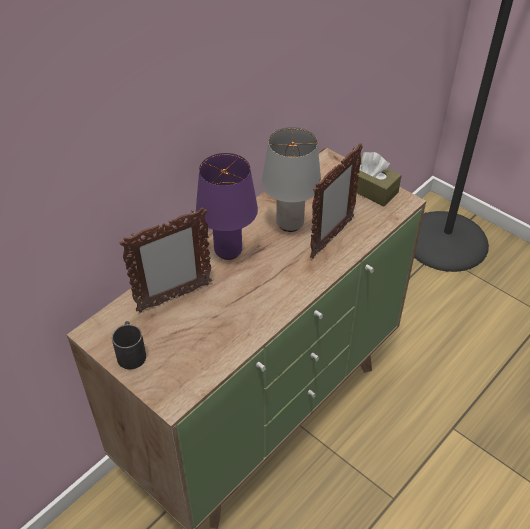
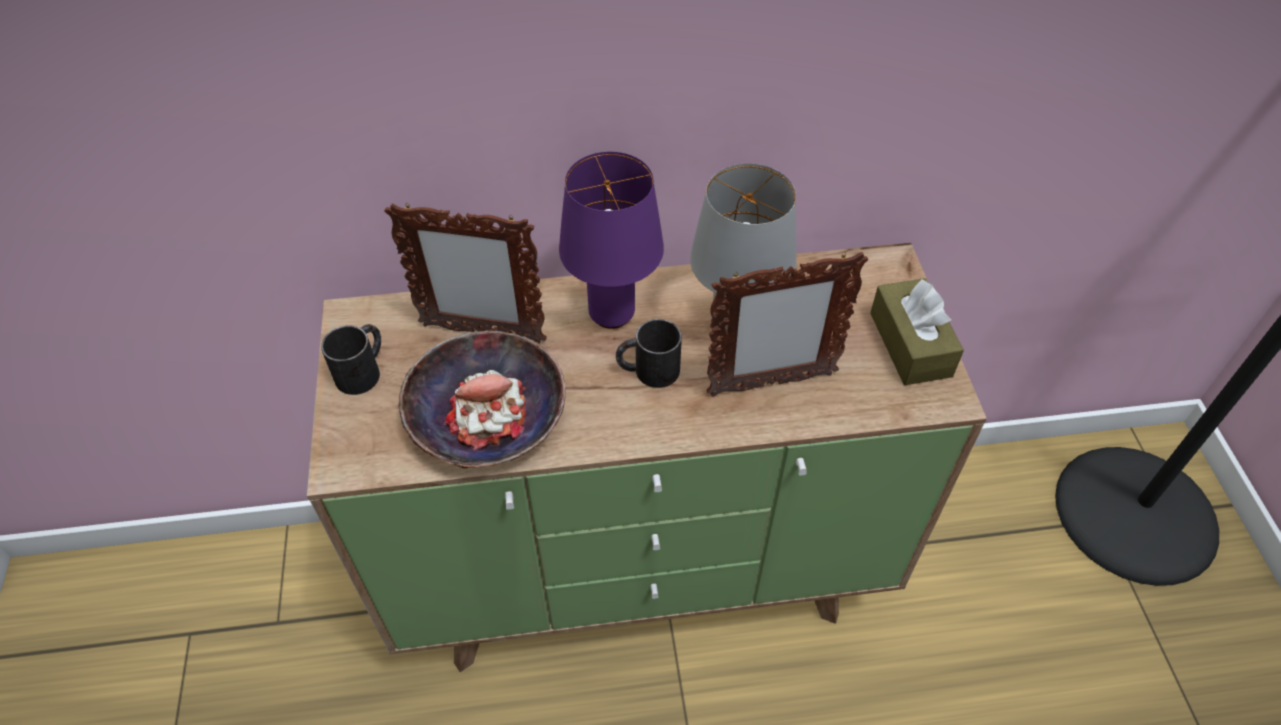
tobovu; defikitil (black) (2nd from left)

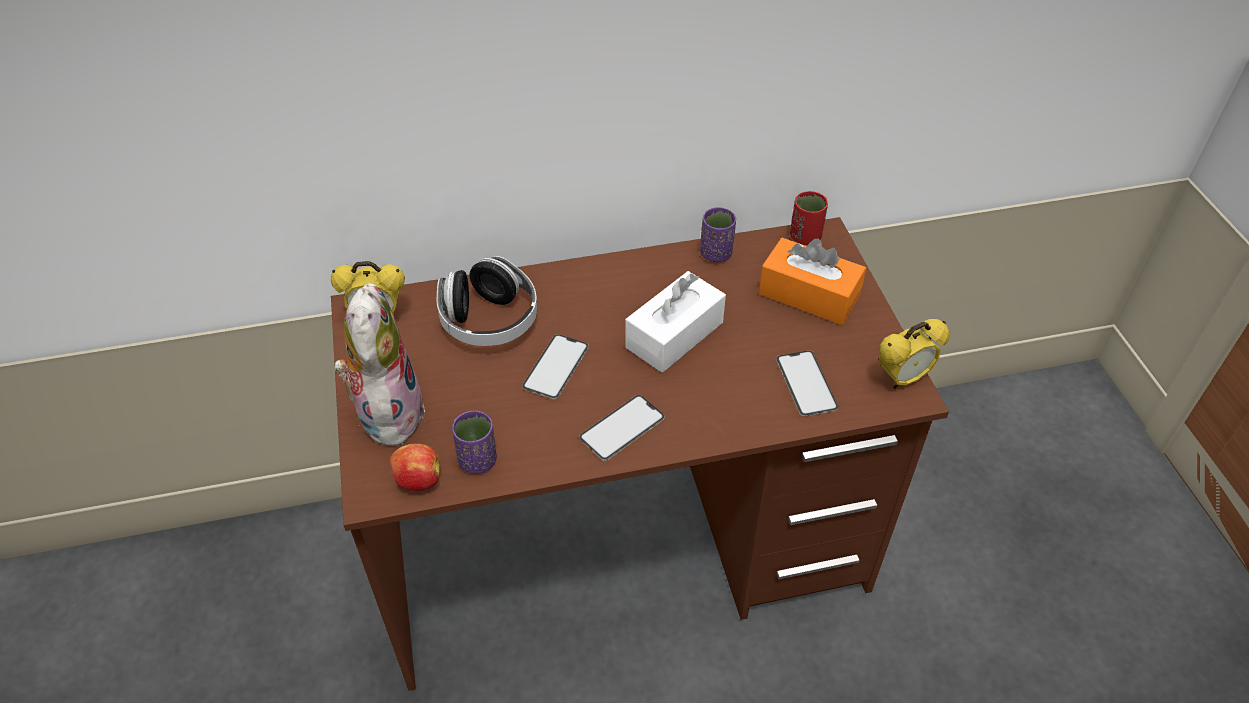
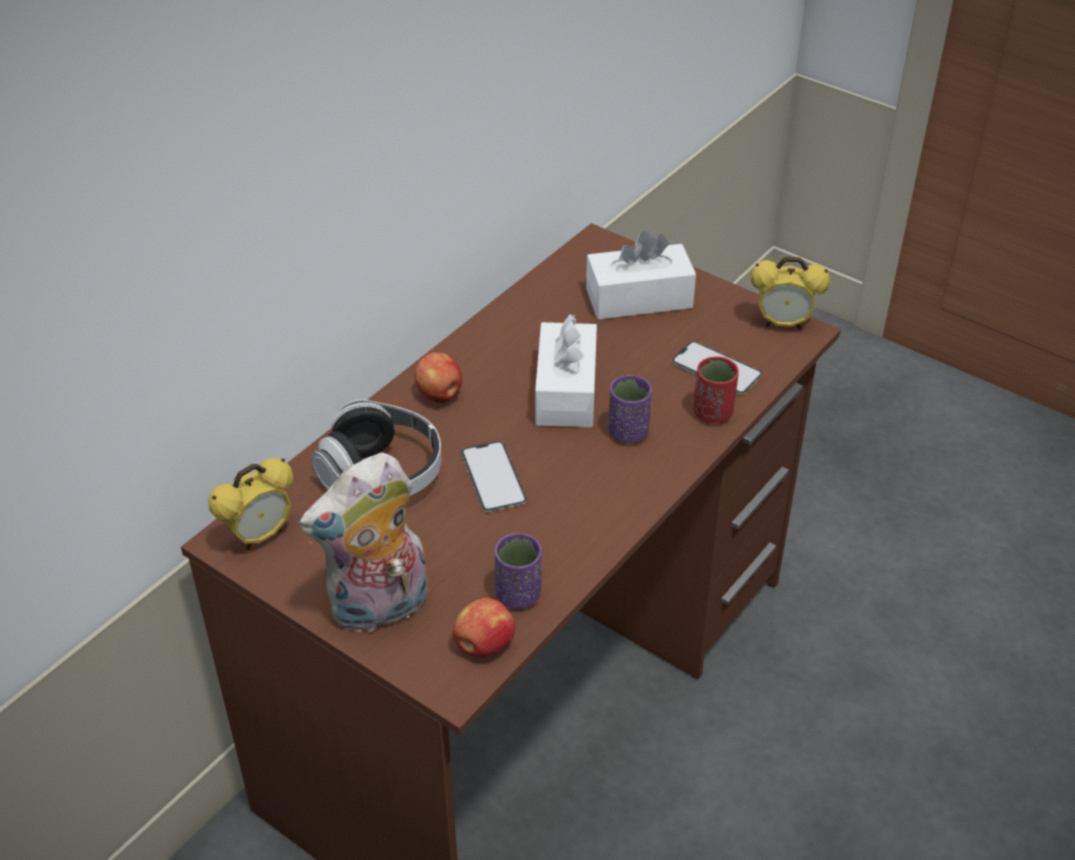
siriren (2nd from left in the first image); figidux (1st from left); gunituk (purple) (2nd from left); gunituk (red); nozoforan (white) (2nd from left); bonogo; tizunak (2nd from left)

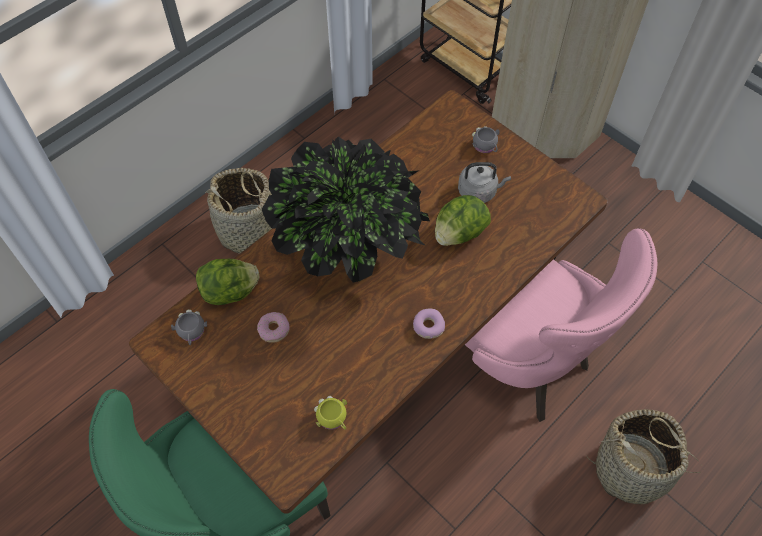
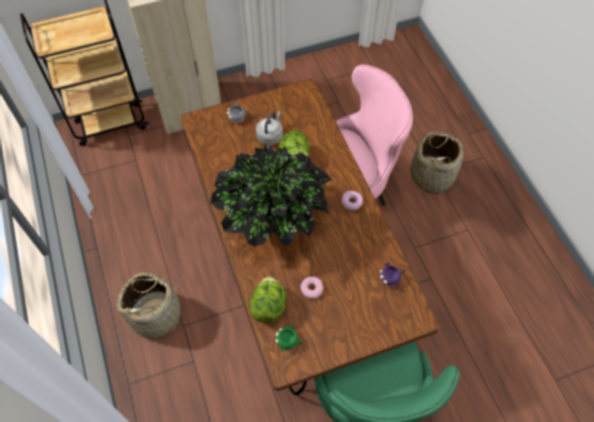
defikitil (green); defikitil (purple)

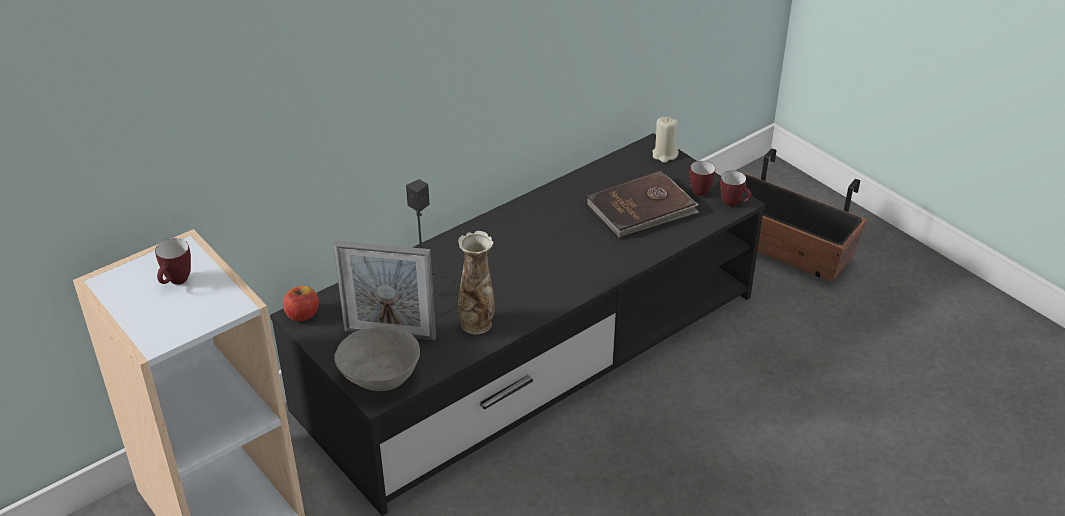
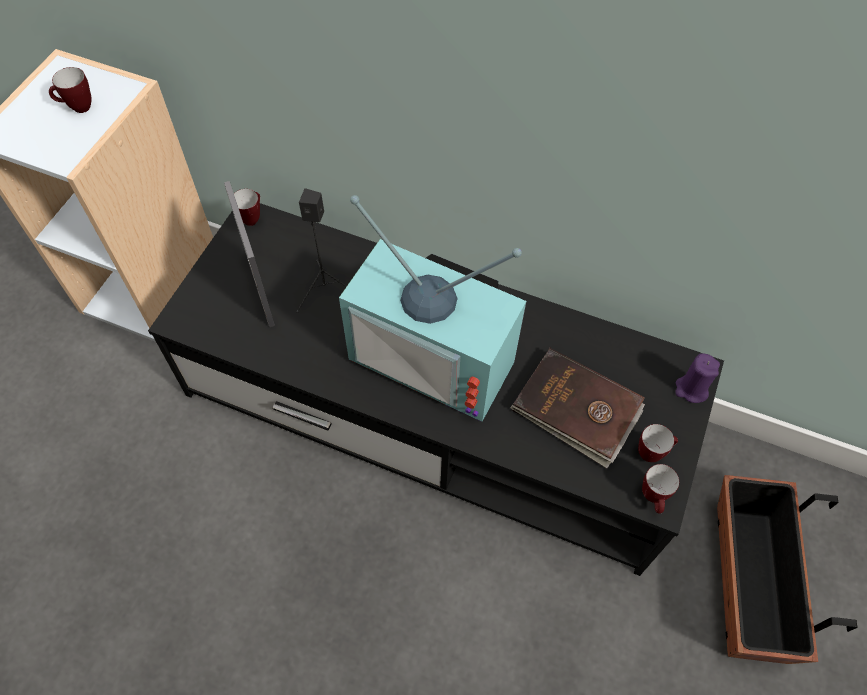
tobovu (grey); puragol; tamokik; defikitil (2nd from left); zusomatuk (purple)

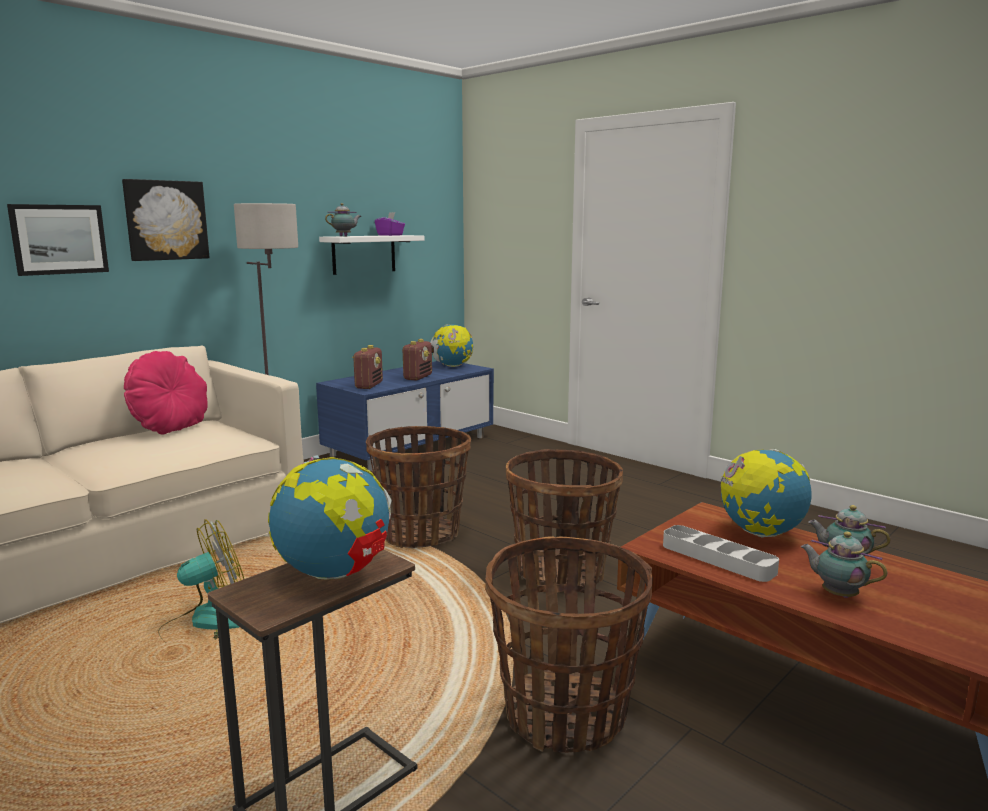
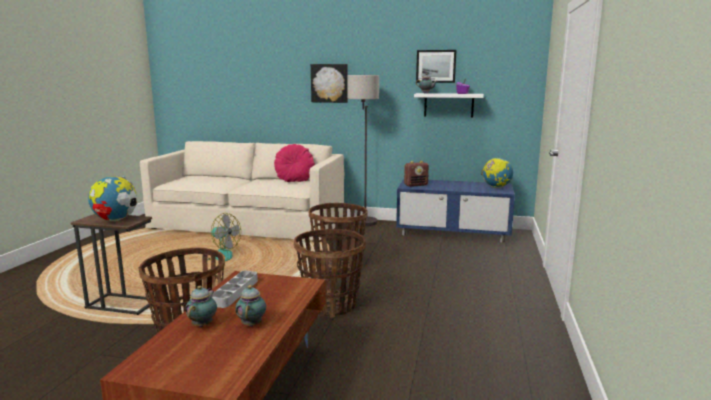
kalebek (2nd from left in the first image); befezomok (3rd from left in the first image); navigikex (2nd from left)

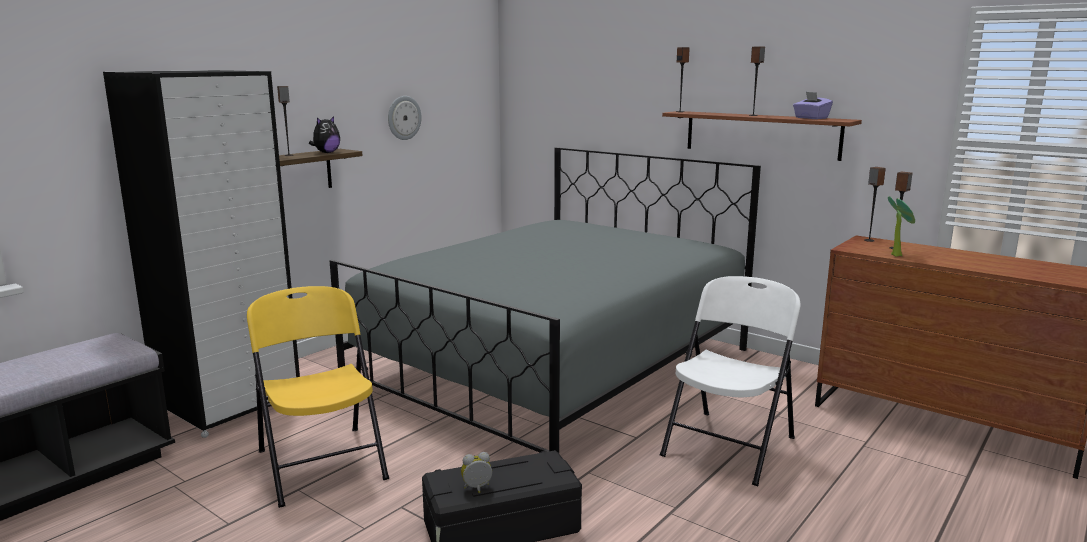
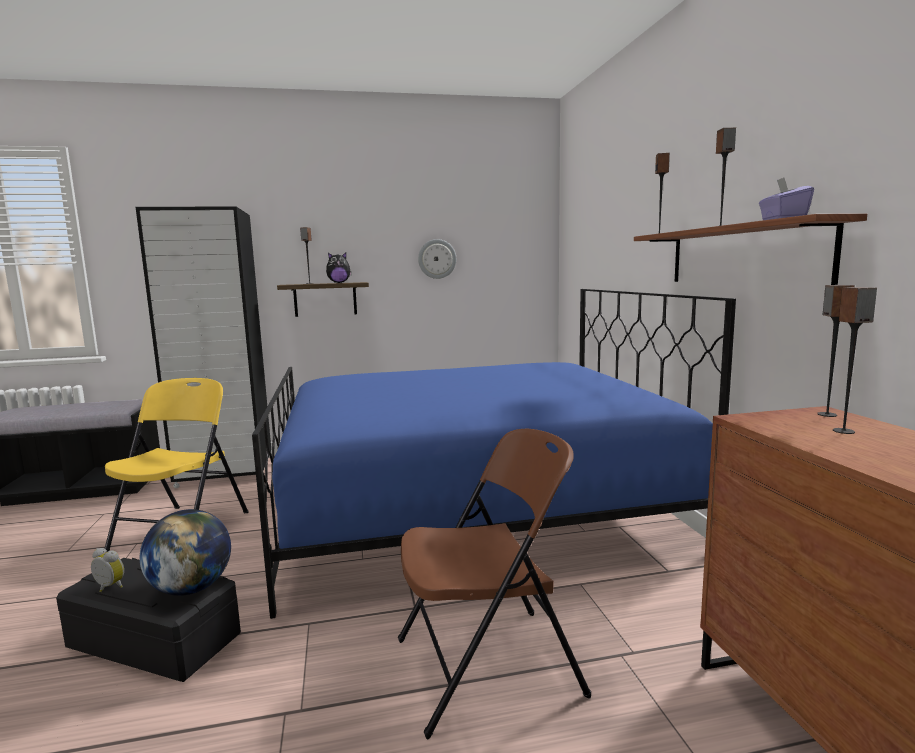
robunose; befezomok; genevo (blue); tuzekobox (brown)

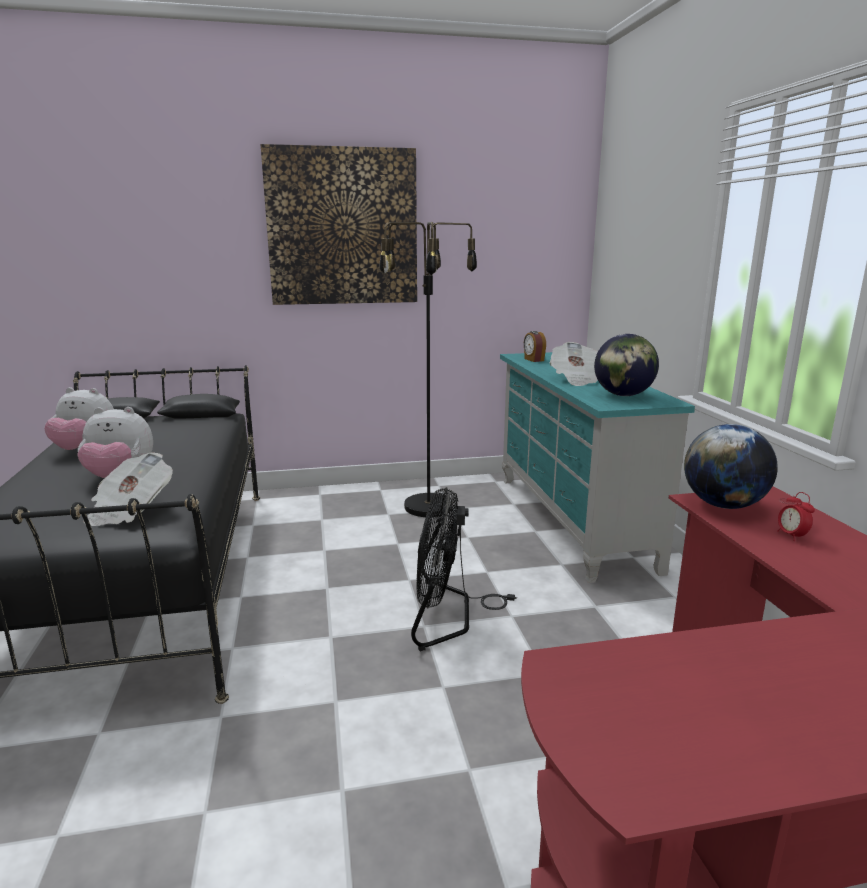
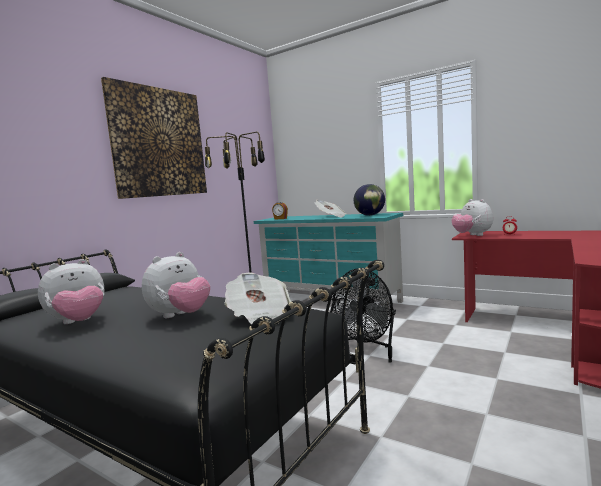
bonogo (3rd from left)

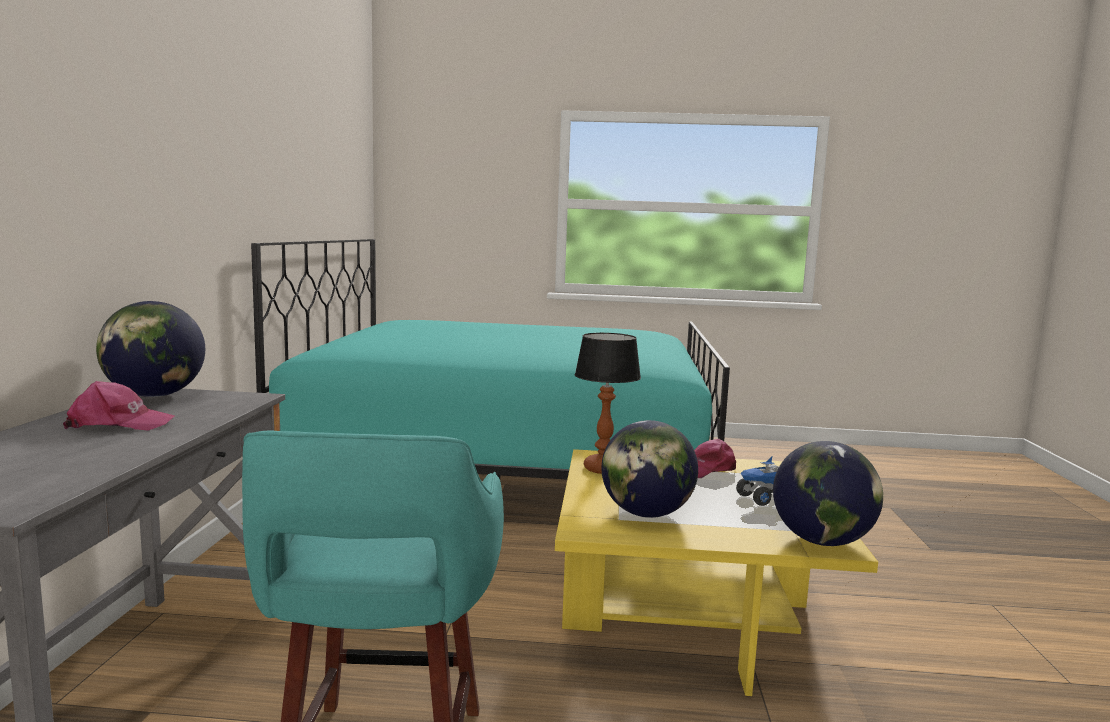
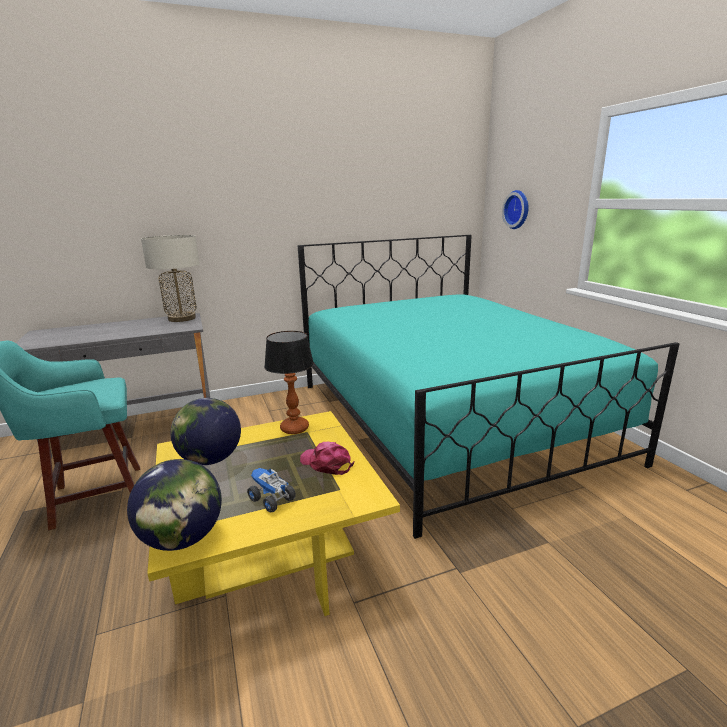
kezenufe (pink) (1st from left in the first image); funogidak; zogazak (1st from left)

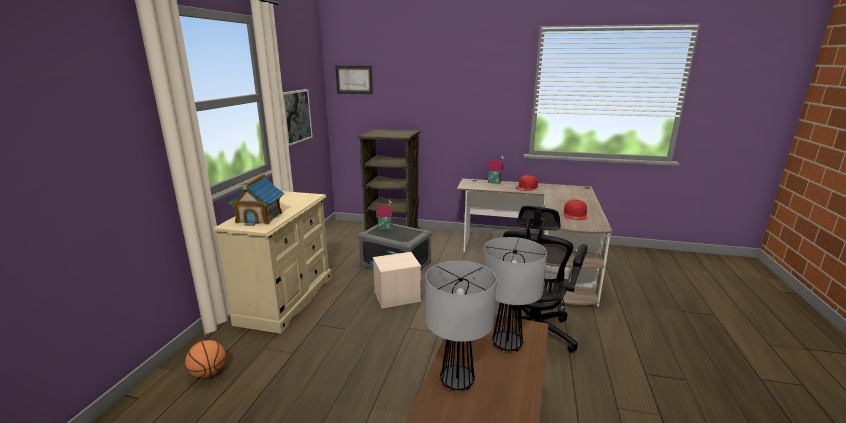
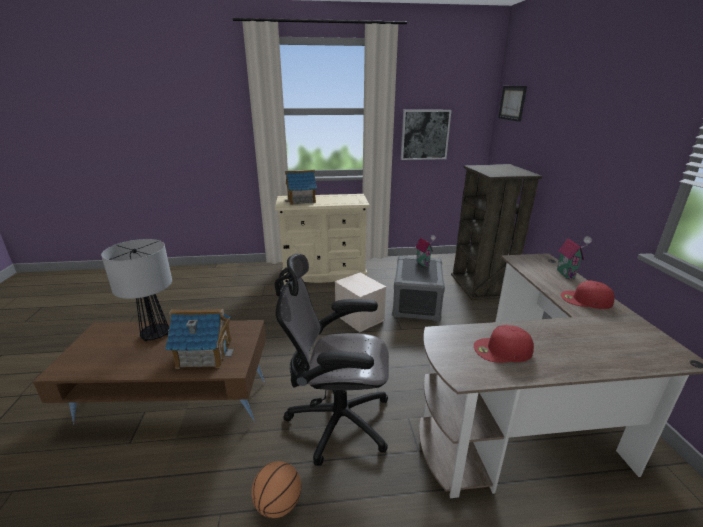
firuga; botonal (1st from left)

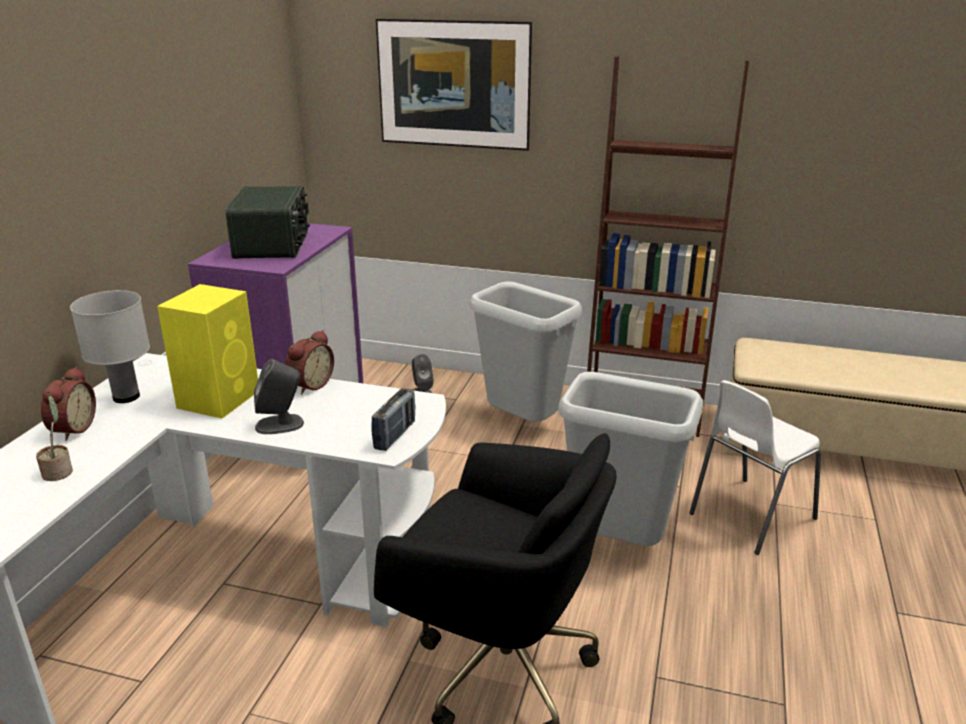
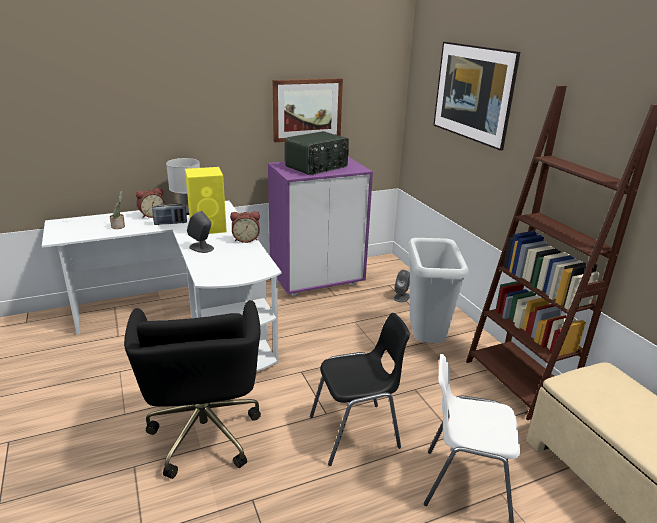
navigikex (1st from left); kalebek (1st from left); tuzekobox (black)

